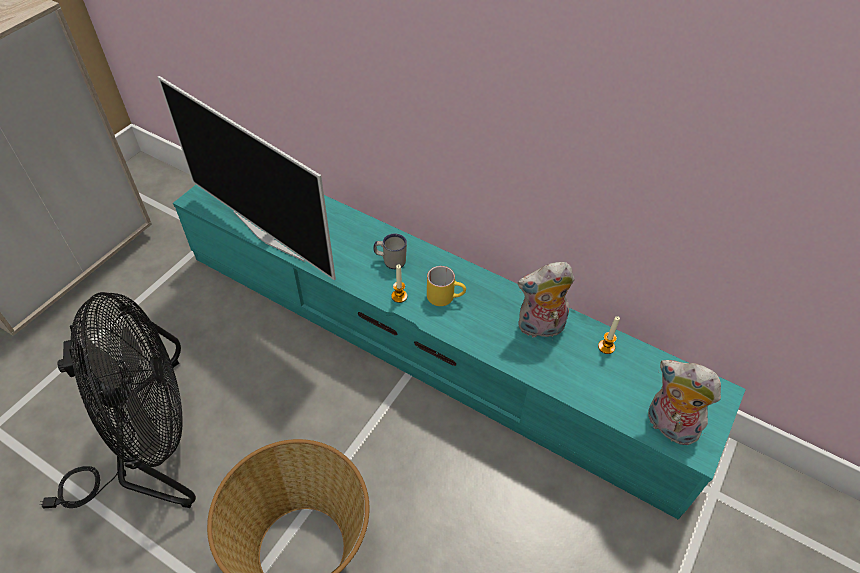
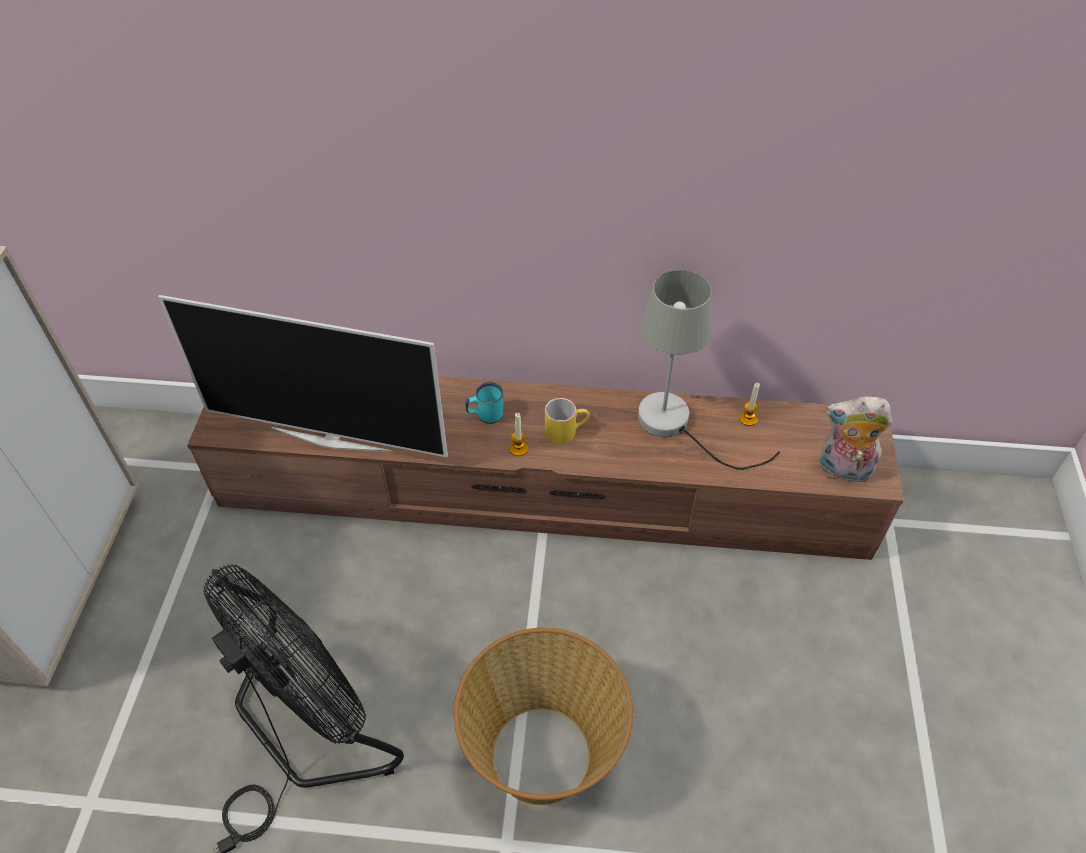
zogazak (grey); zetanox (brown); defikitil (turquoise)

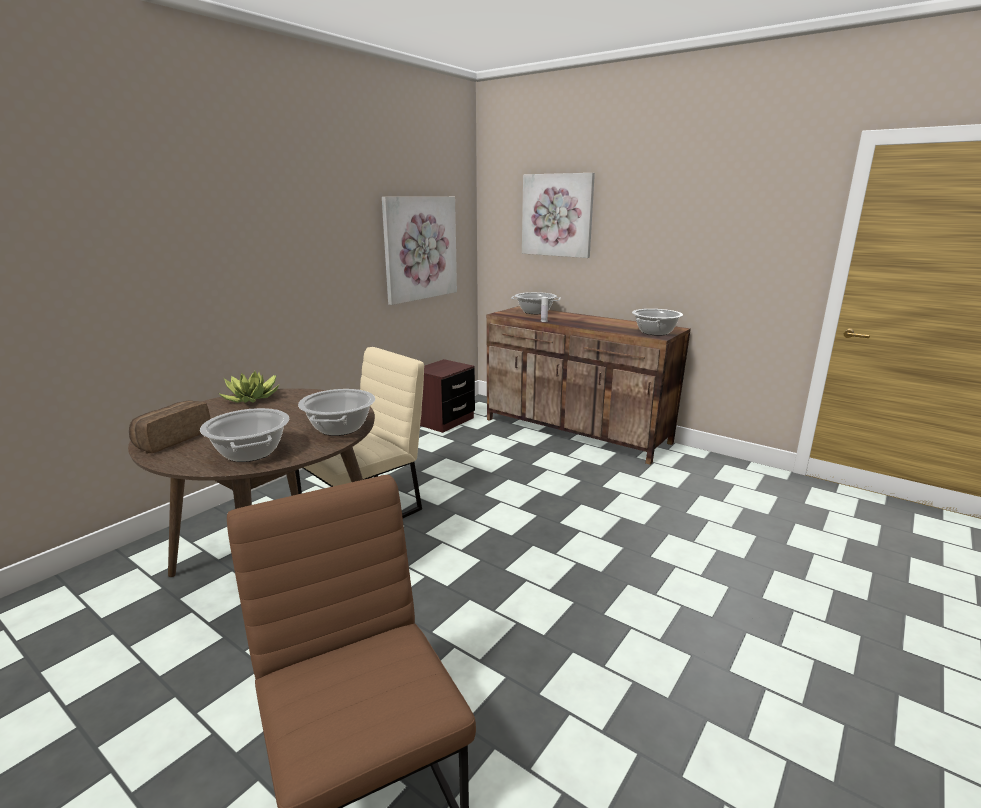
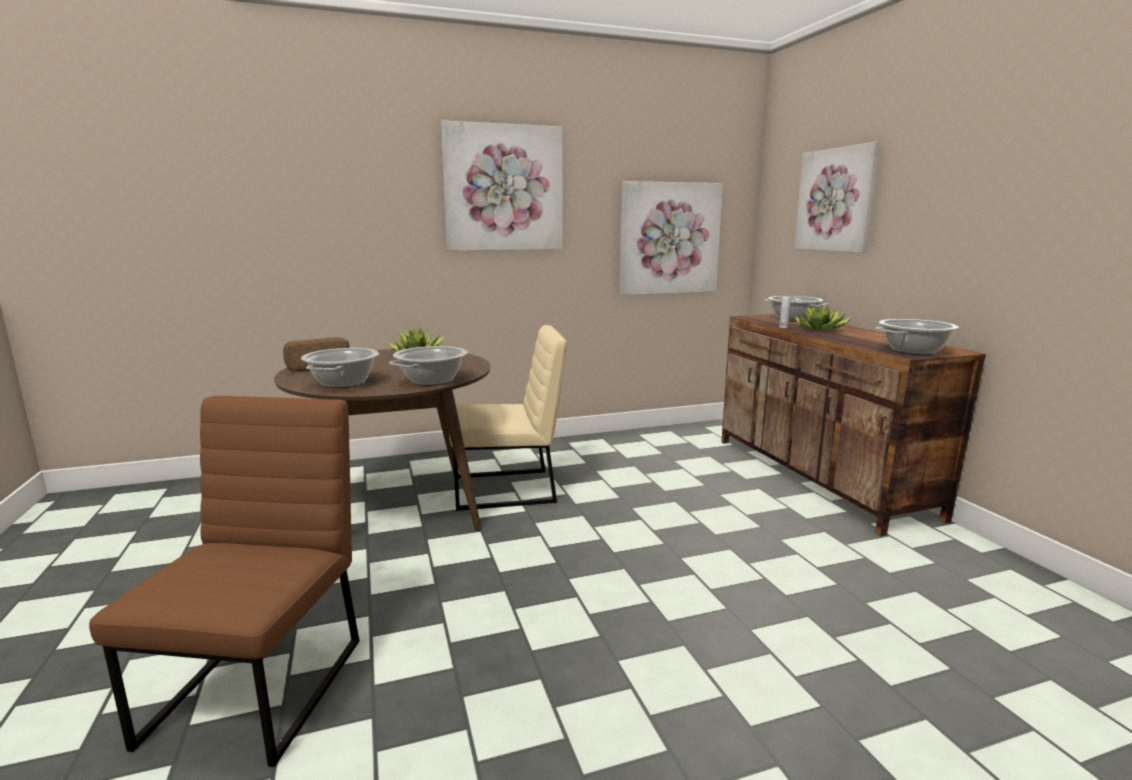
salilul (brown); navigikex (1st from left); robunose (2nd from left)

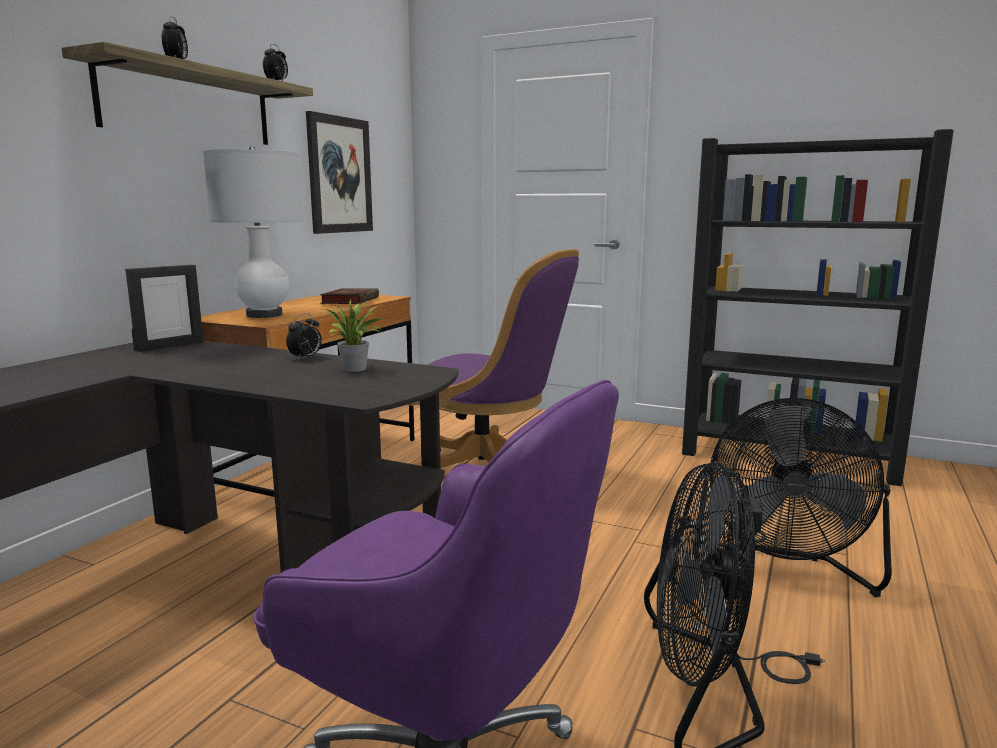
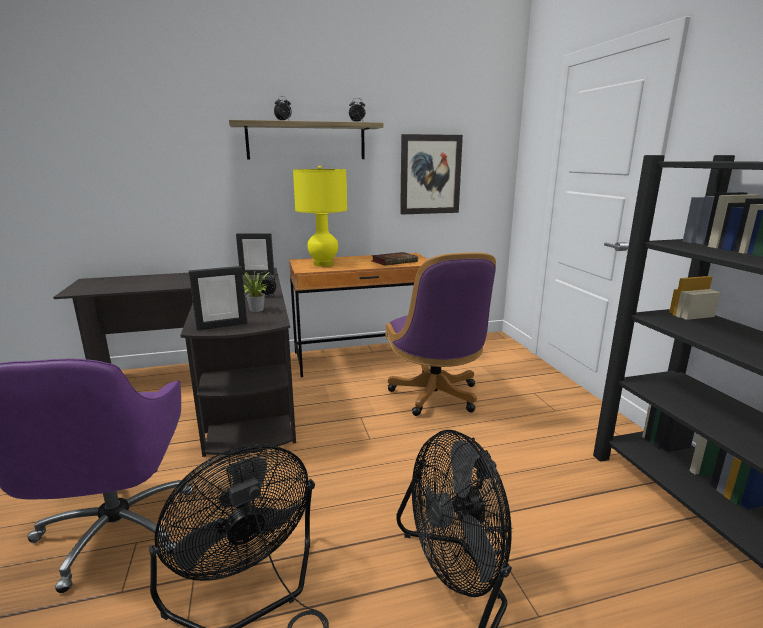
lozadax (1st from left); zogazak (yellow)

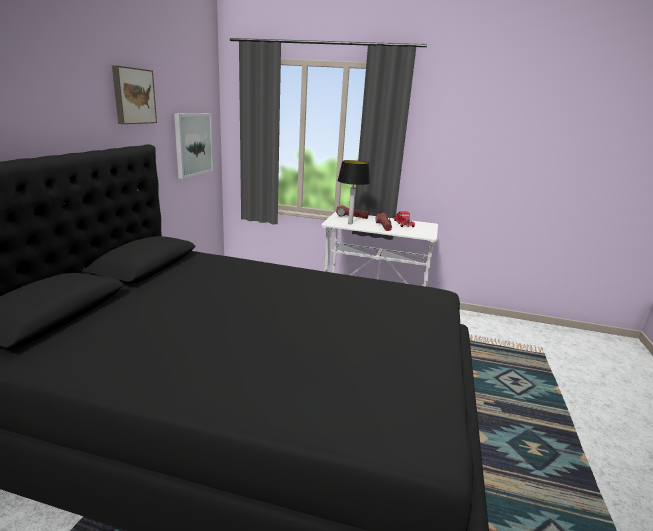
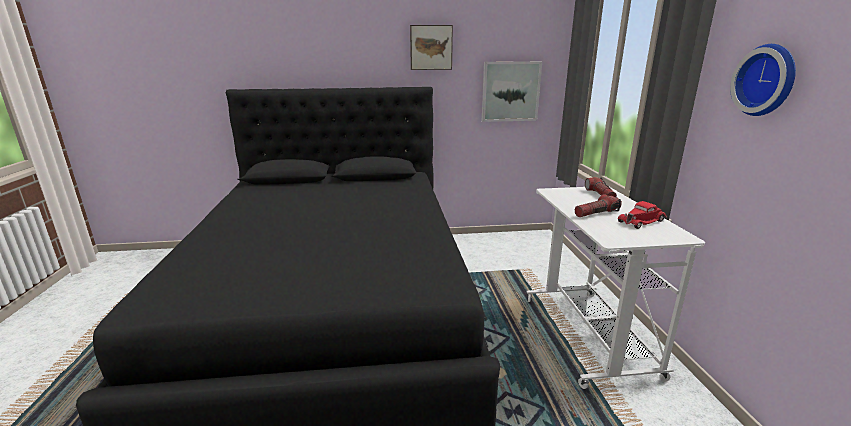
zogazak; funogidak

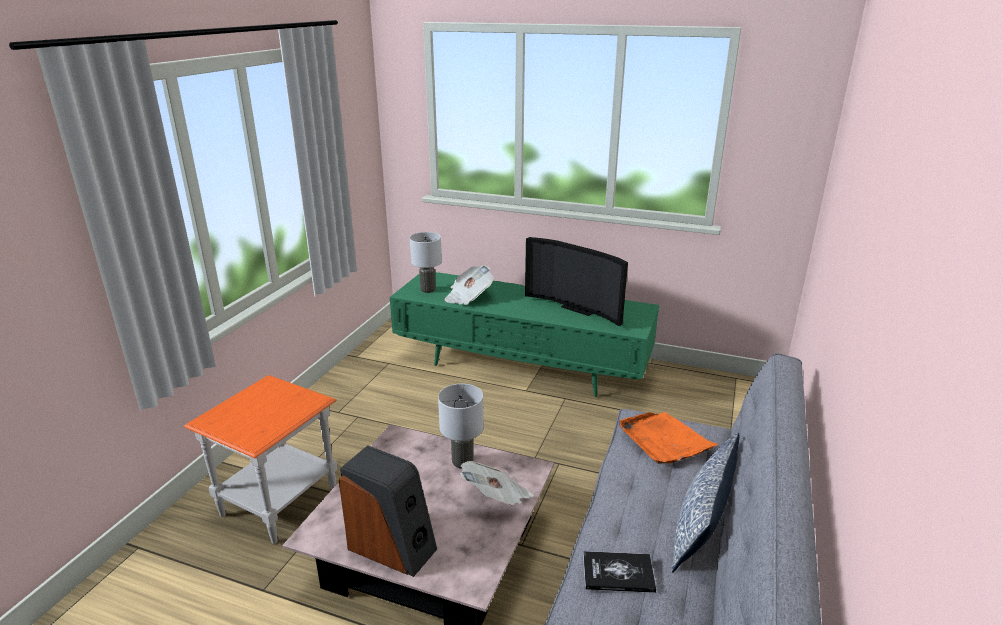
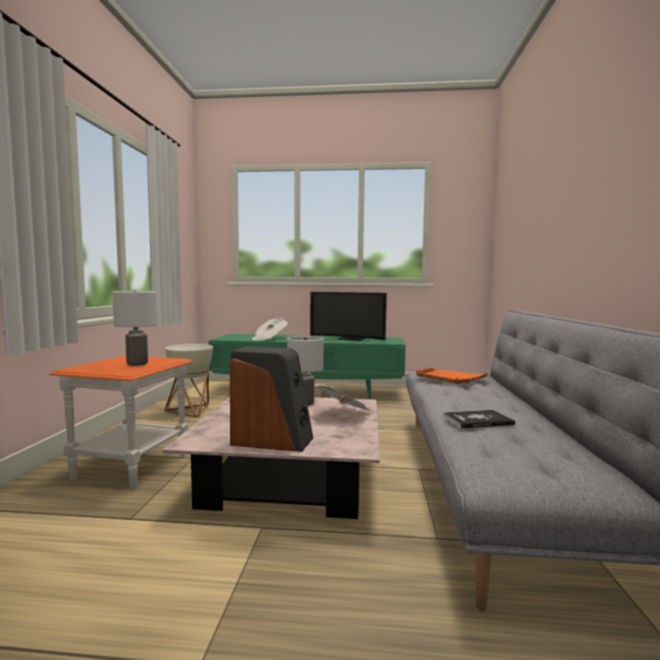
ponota; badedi; zogazak (white) (1st from left)

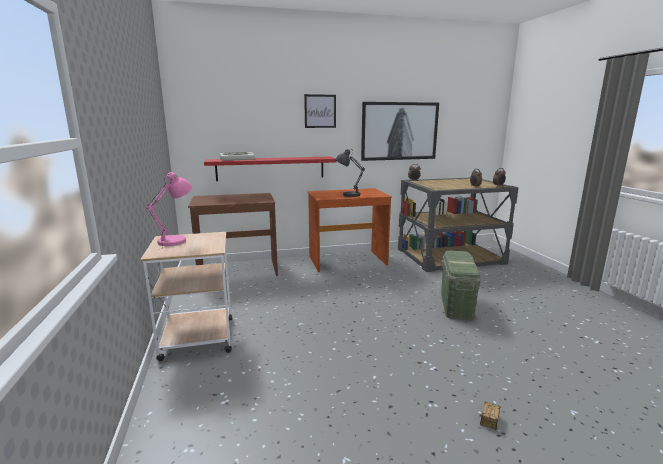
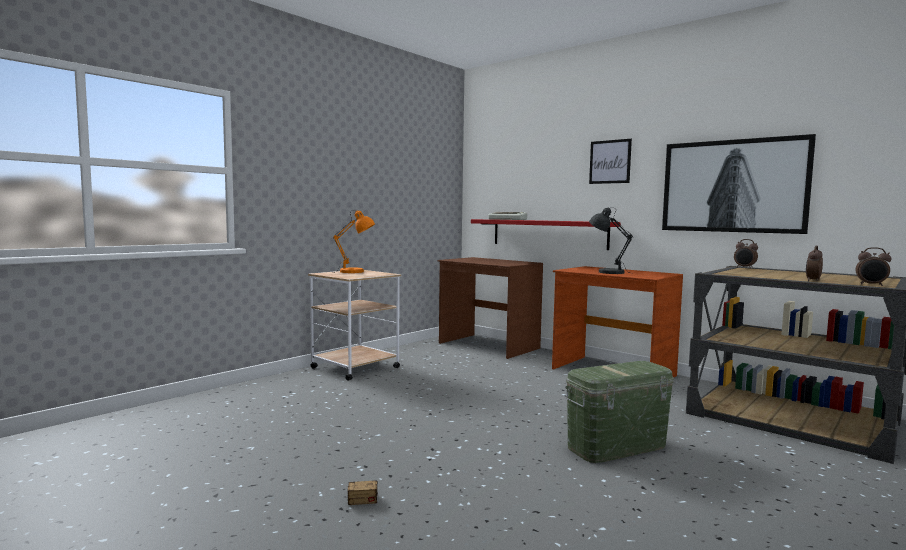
zogazak (orange)

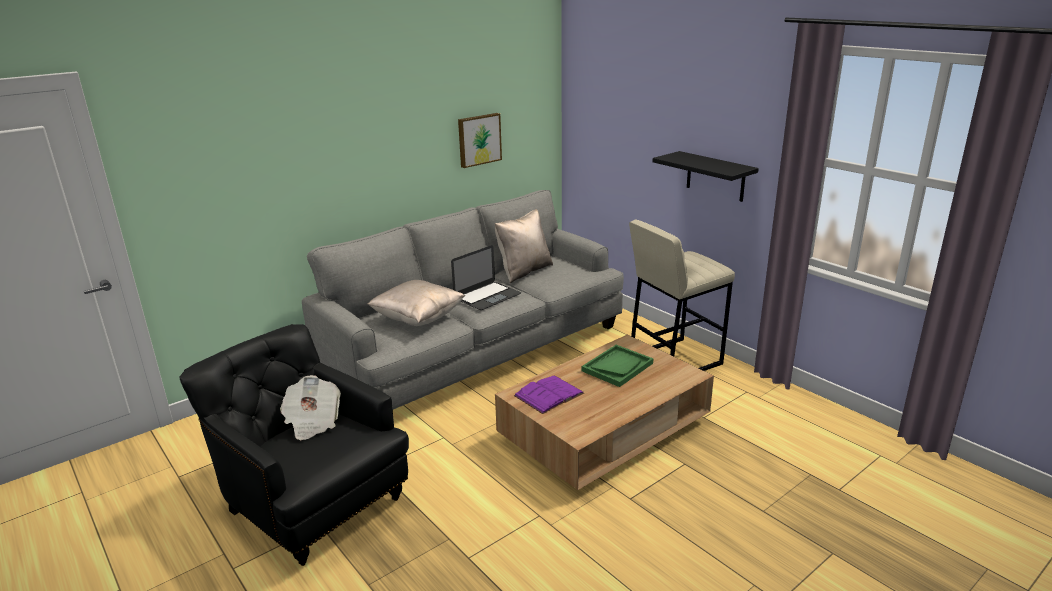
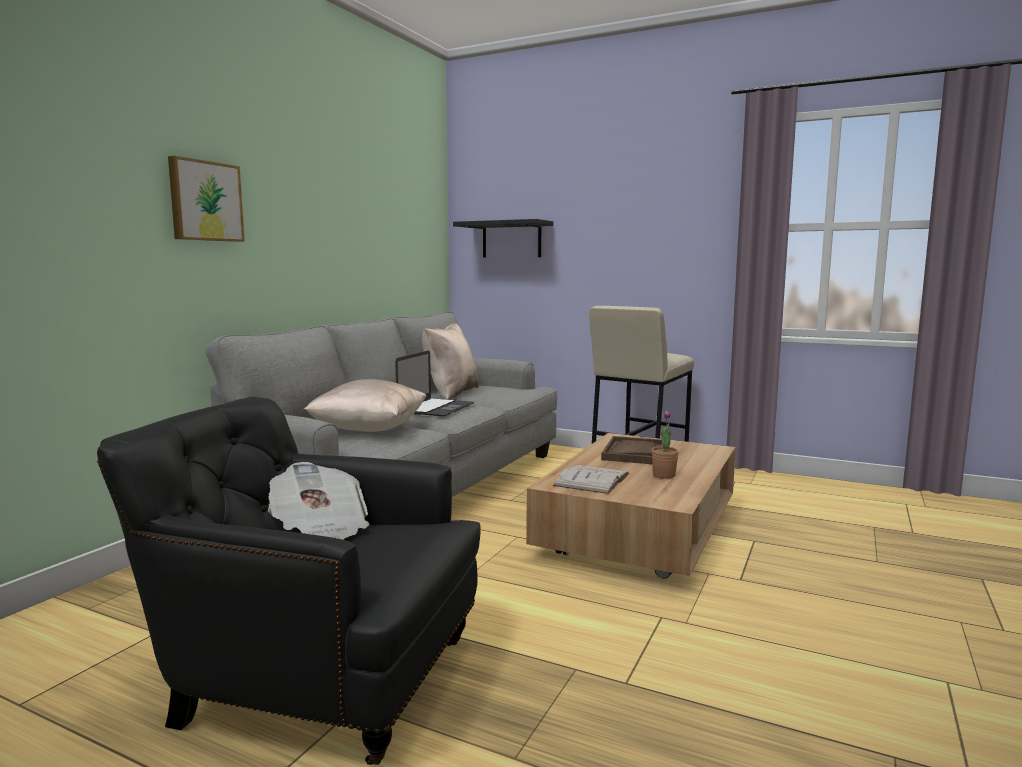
robunose; navigikex; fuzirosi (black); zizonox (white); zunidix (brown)

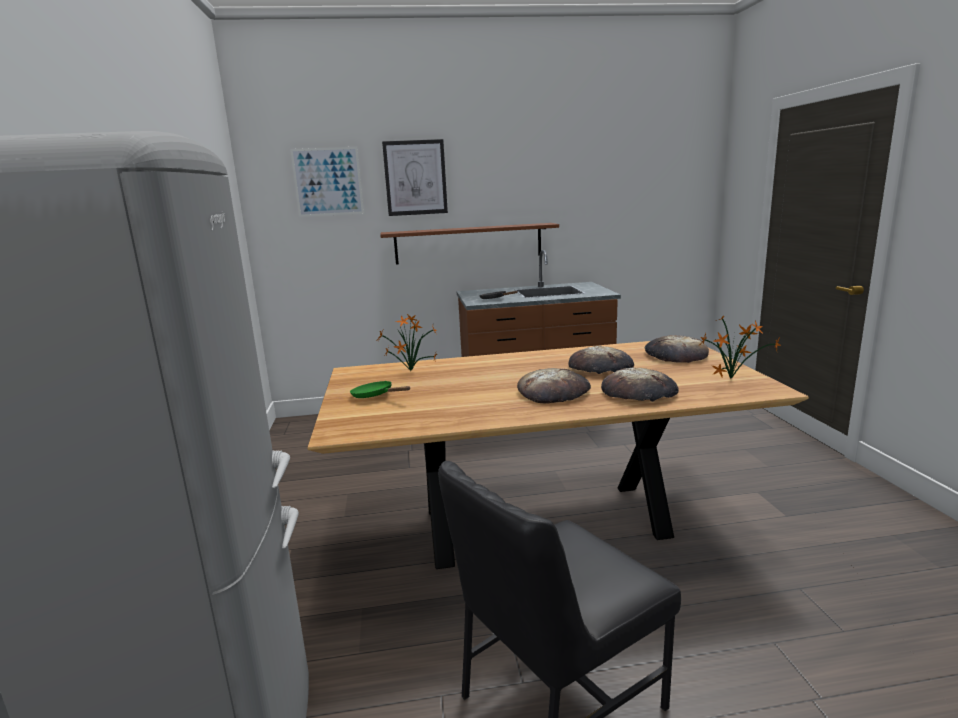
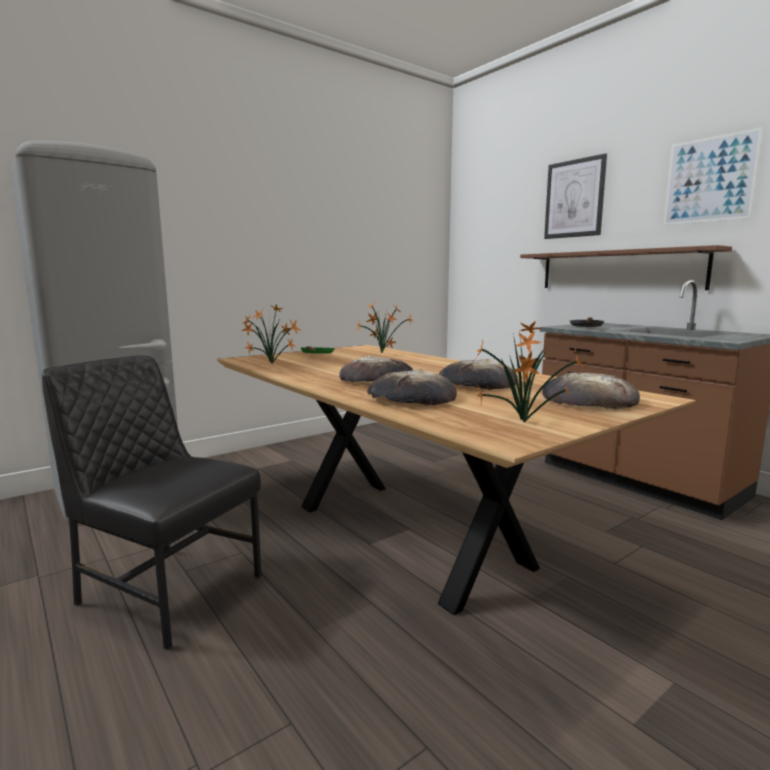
robunose (1st from left); navigikex (2nd from left)

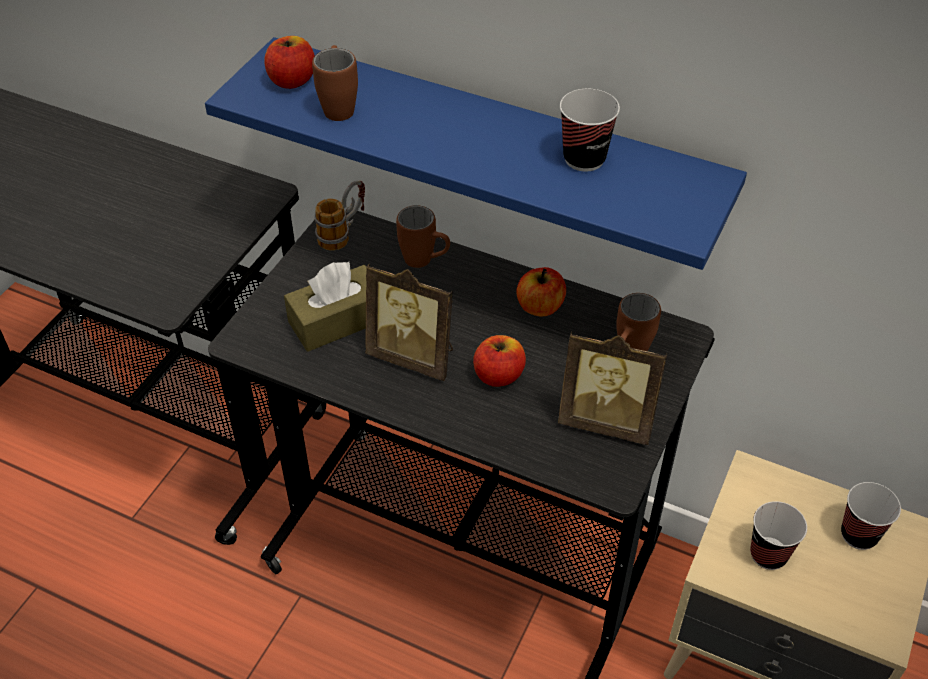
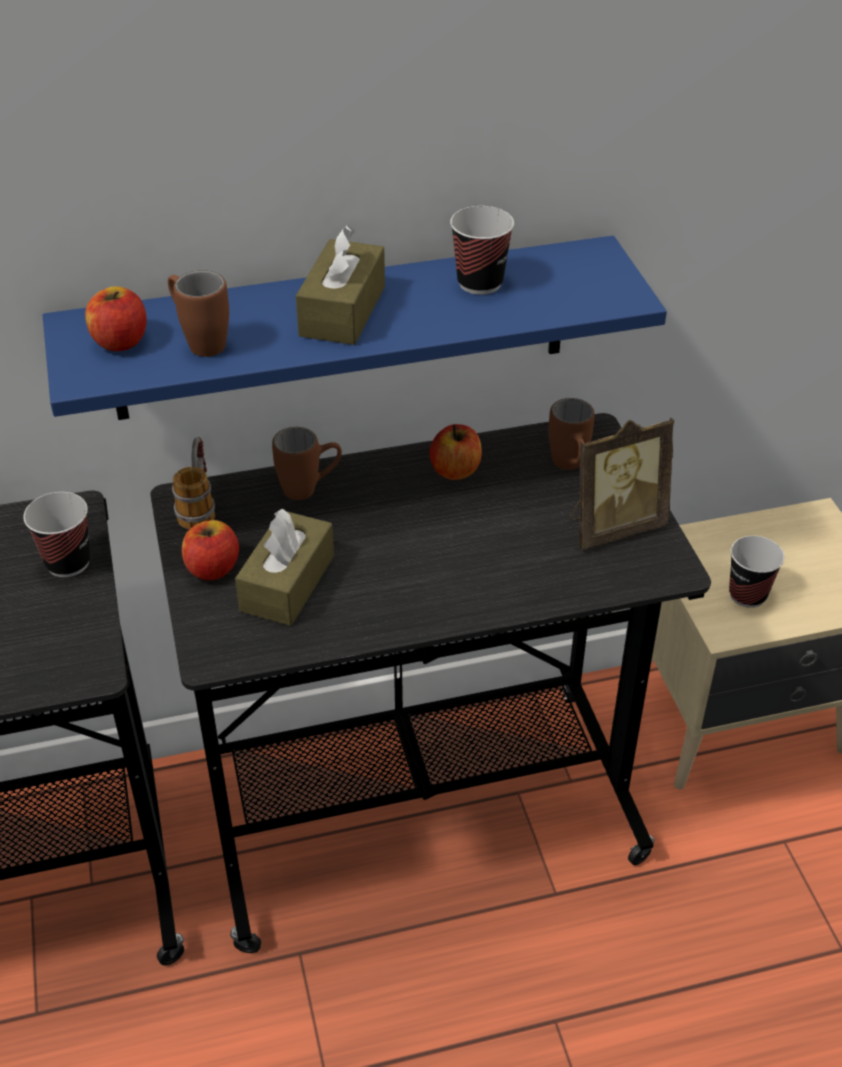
lozadax (1st from left in the first image); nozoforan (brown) (2nd from left); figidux (2nd from left); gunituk (1st from left)

